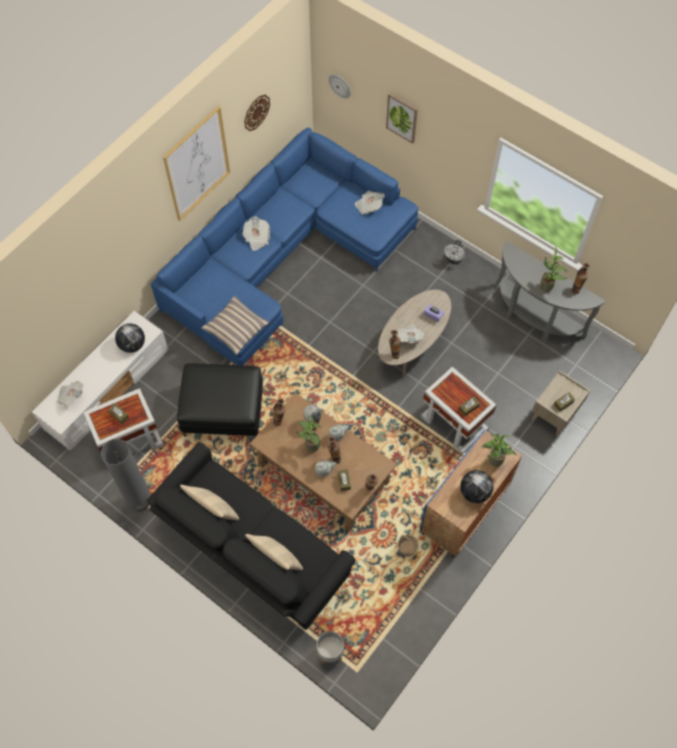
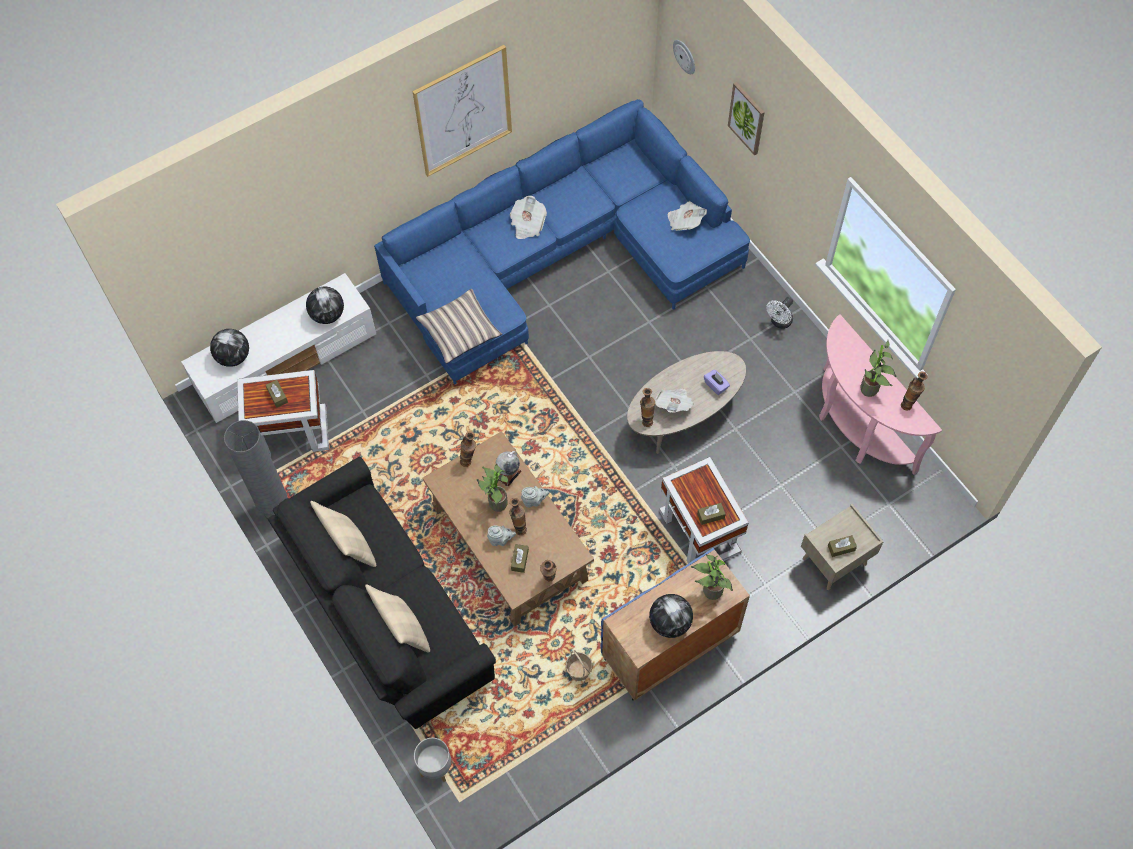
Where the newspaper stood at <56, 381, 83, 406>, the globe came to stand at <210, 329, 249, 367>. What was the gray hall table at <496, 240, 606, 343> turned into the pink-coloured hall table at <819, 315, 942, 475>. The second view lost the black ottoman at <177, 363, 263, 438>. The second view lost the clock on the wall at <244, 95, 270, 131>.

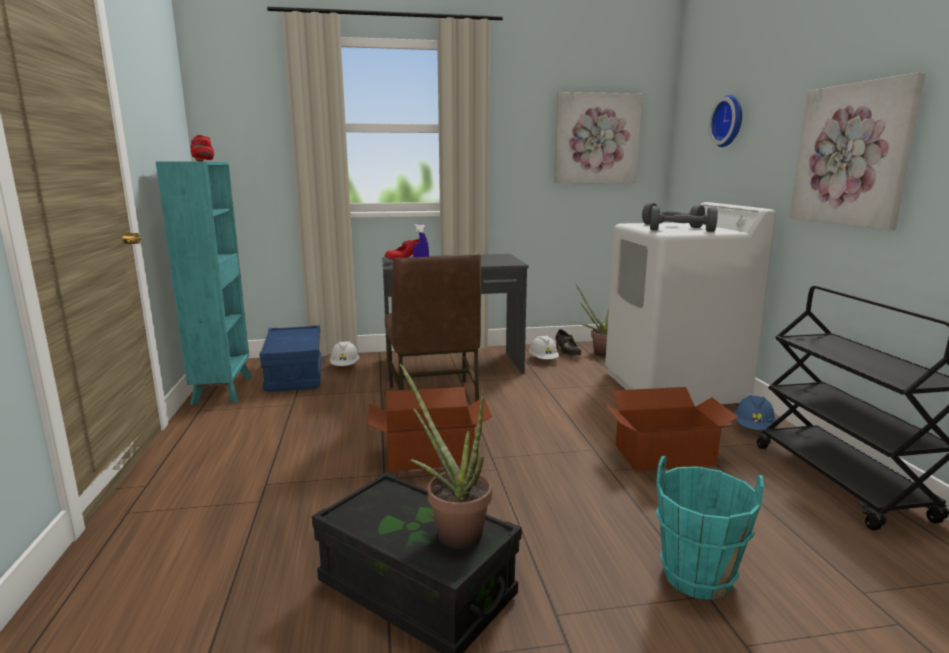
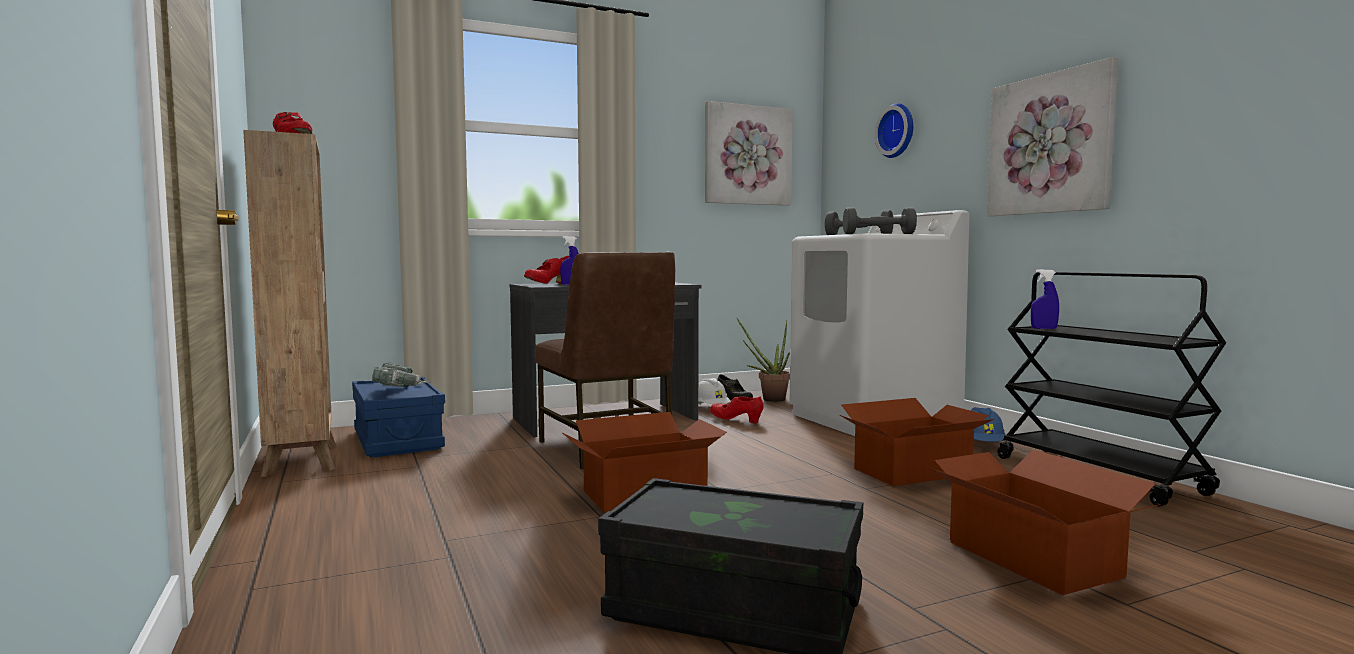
What was the blue-green bookshelf at <156, 162, 252, 405> turned into the brown bookshelf at <244, 130, 336, 477>. The second view gained the drill at <372, 362, 430, 387>. The second view gained the red-coloured low shoe at <710, 396, 763, 424>. Where the blue-green water bucket stood at <655, 455, 764, 600>, the cardboard box came to stand at <928, 450, 1161, 595>. The second view gained the bluish sprayer at <1031, 269, 1059, 329>. The second view lost the whitish safety helmet at <330, 341, 359, 366>. The second view lost the plant in a pot at <400, 364, 492, 549>.

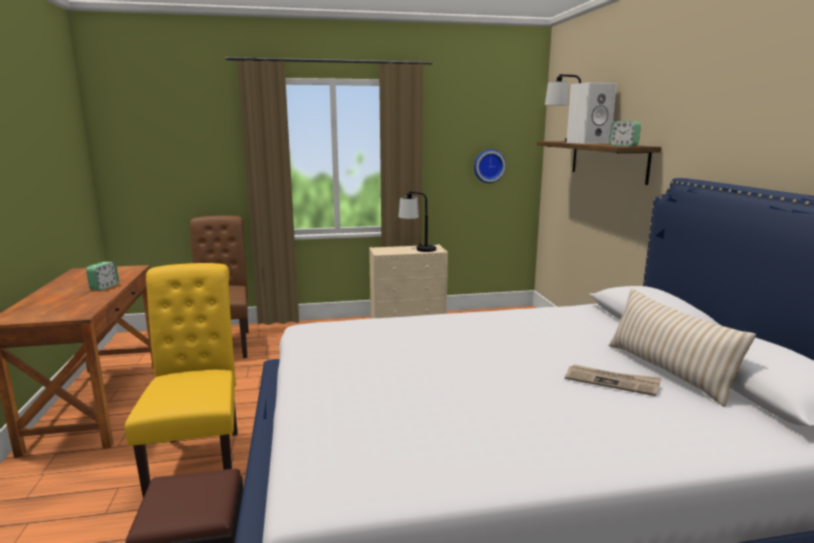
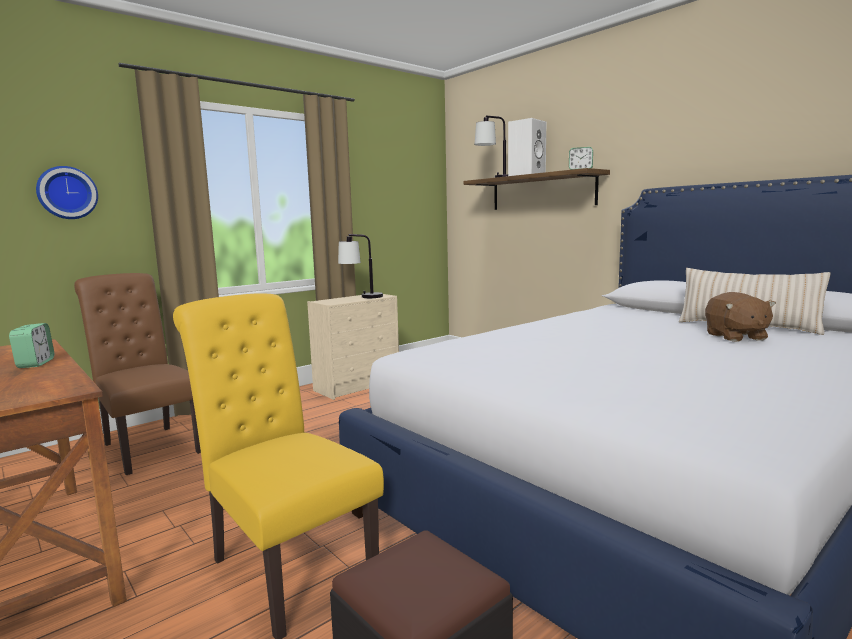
The clock on the wall ended up elsewhere, having gone from <474, 149, 506, 183> to <36, 166, 98, 219>. Where the newspaper stood at <565, 364, 661, 396>, the brown soft toy came to stand at <705, 292, 776, 342>.

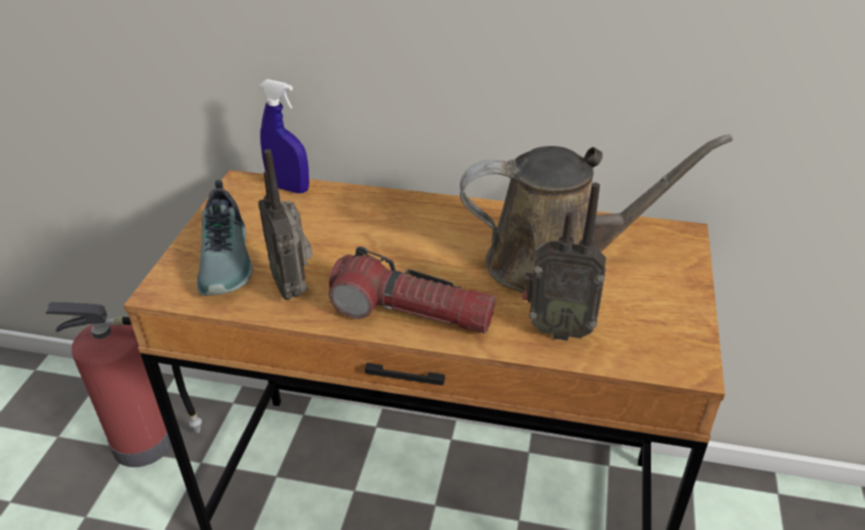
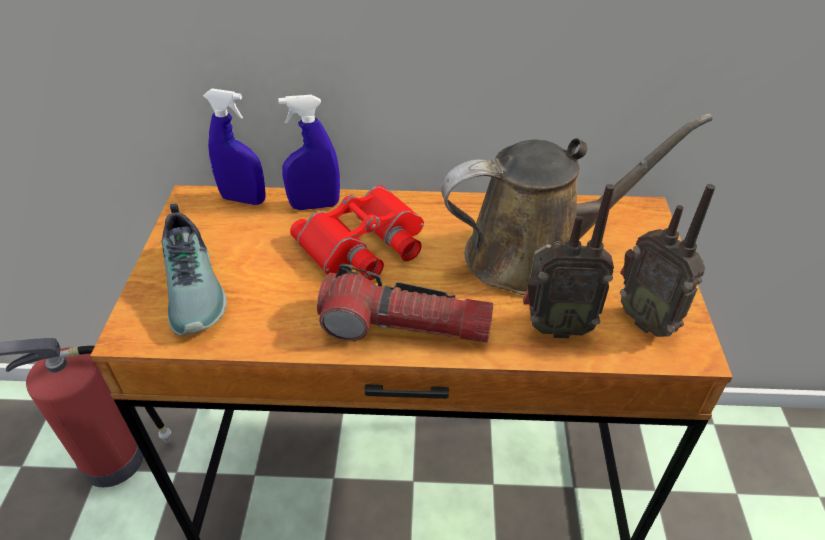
The second view gained the bluish sprayer at <278, 95, 340, 210>. The second view gained the red-coloured binoculars at <290, 185, 424, 280>. The radio set ended up elsewhere, having gone from <258, 149, 313, 300> to <620, 184, 715, 337>.

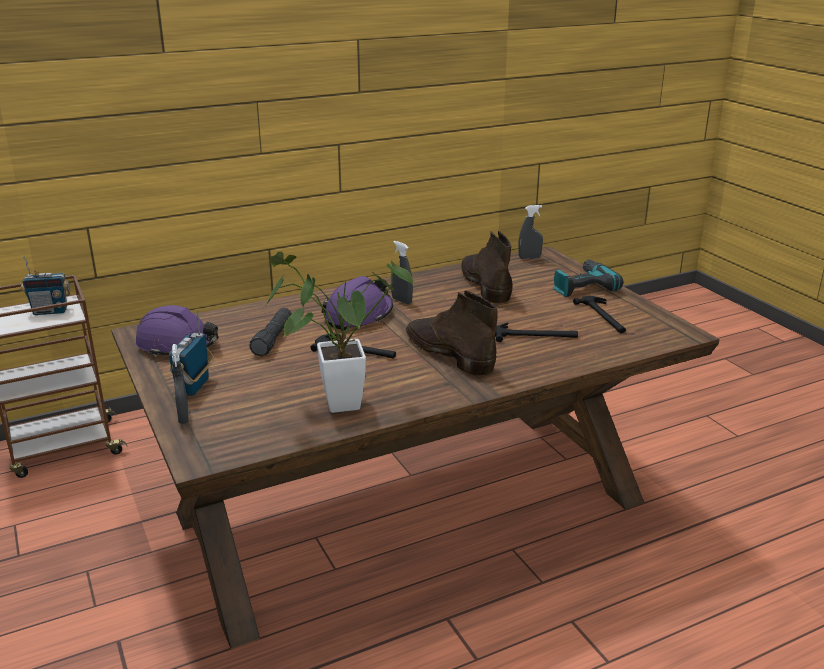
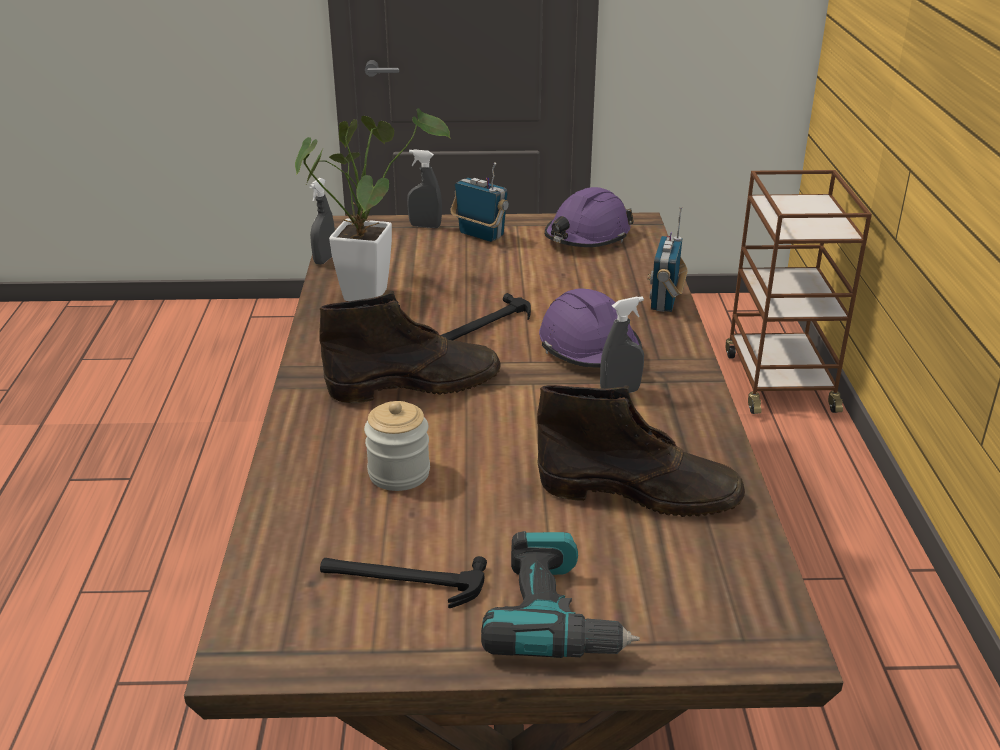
The gray sprayer ended up elsewhere, having gone from <518, 205, 543, 259> to <309, 178, 335, 264>. Where the hammer stood at <495, 323, 578, 342>, the storage jar came to stand at <364, 401, 430, 491>. The radio set ended up elsewhere, having gone from <21, 256, 70, 315> to <647, 207, 688, 312>. The second view lost the black flashlight at <249, 308, 292, 356>.

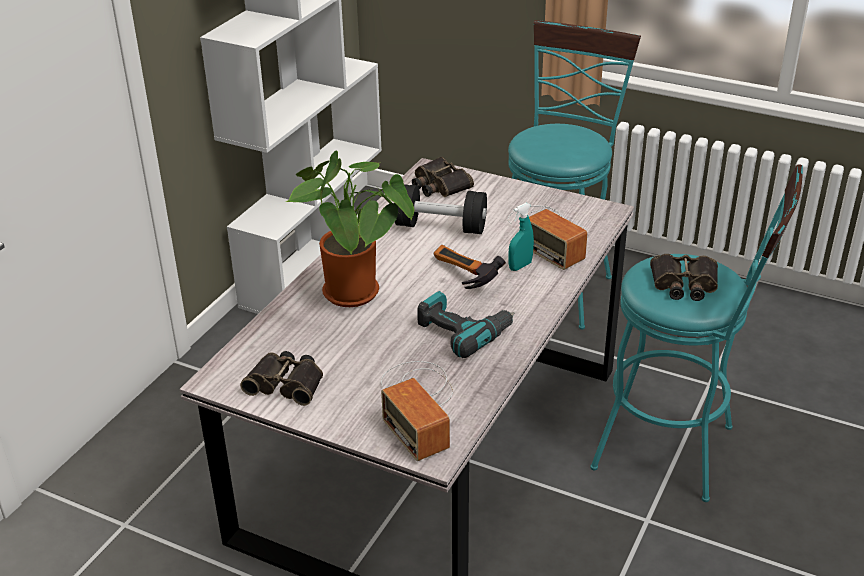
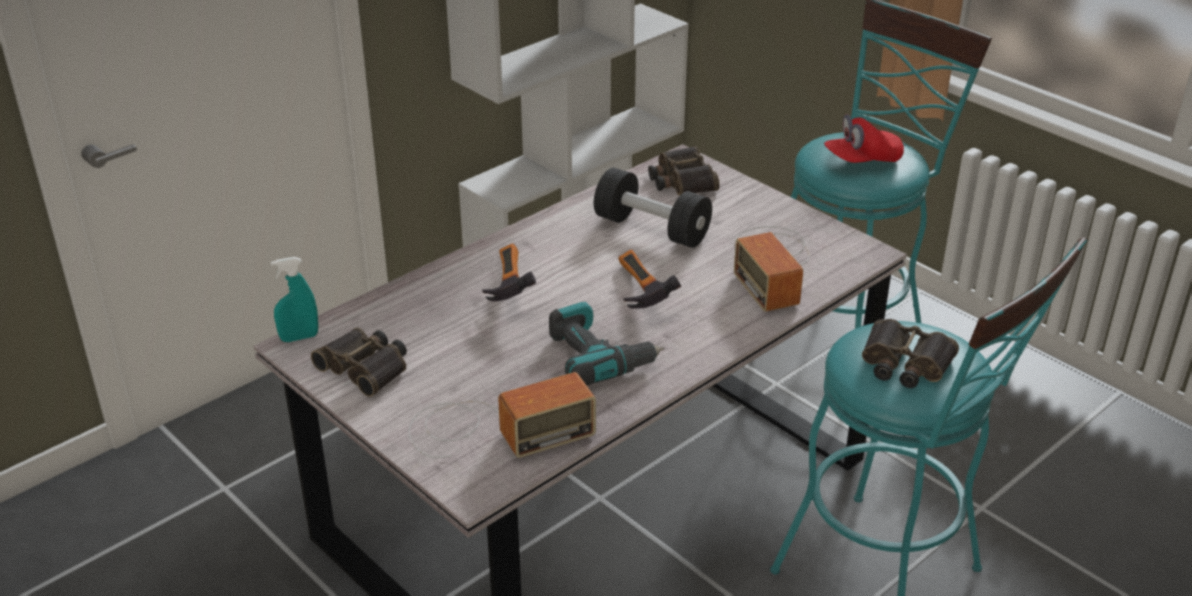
The blue-green sprayer ended up elsewhere, having gone from <508, 203, 534, 271> to <271, 257, 318, 342>. The radio set at <381, 361, 453, 461> ended up facing another way, 105 degrees counterclockwise from before. Where the plant in a pot stood at <286, 150, 414, 307>, the hammer came to stand at <482, 243, 536, 301>. The second view gained the red-coloured baseball cap at <824, 114, 904, 163>.

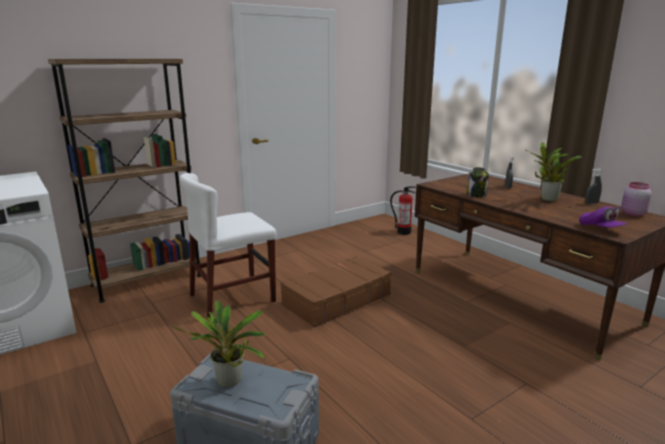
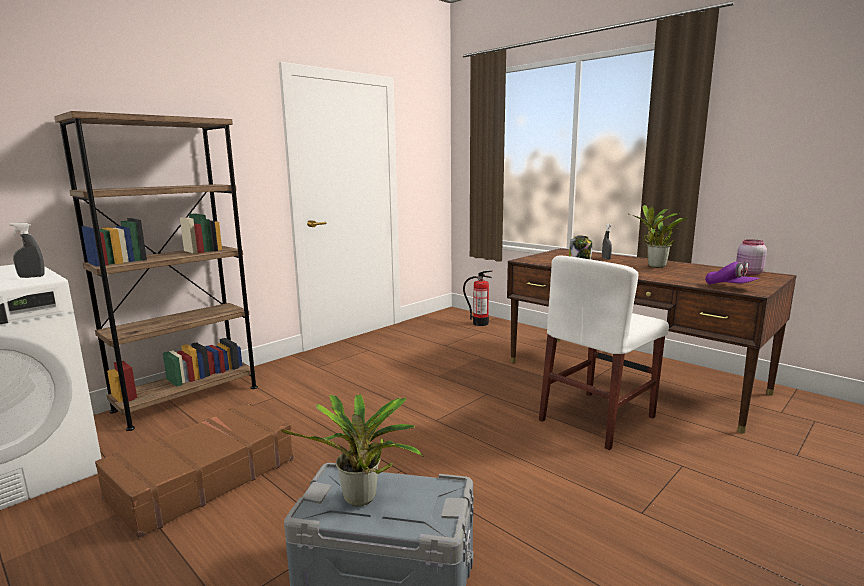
The gray sprayer ended up elsewhere, having gone from <585, 169, 603, 204> to <10, 223, 45, 278>. The brown piece of luggage ended up elsewhere, having gone from <281, 256, 392, 327> to <95, 402, 294, 538>. The whitish upright chair ended up elsewhere, having gone from <180, 173, 277, 318> to <539, 255, 669, 450>.

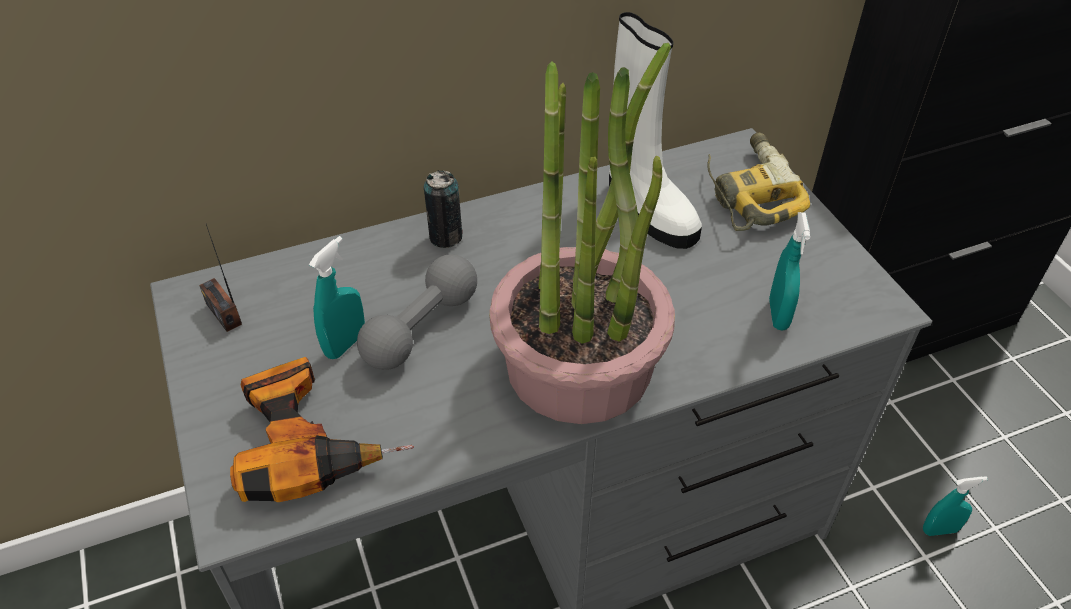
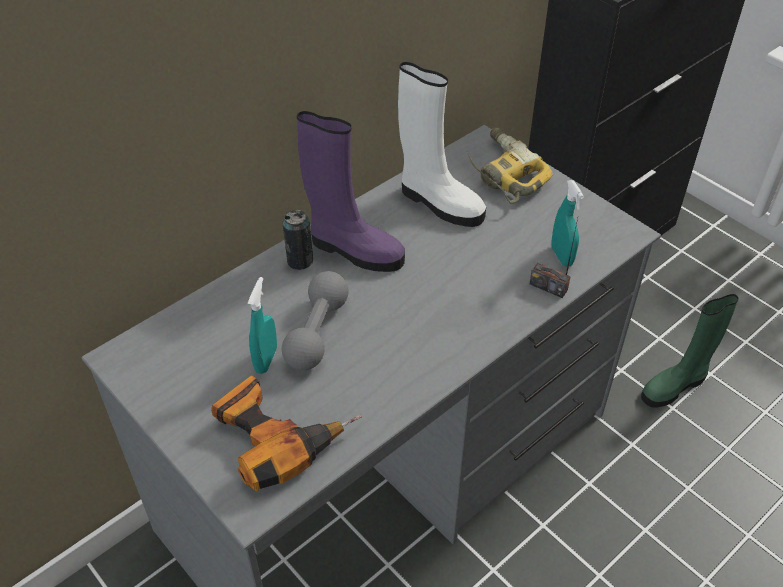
The second view gained the purple-coloured tall boot at <297, 111, 405, 272>. The radio set ended up elsewhere, having gone from <199, 224, 242, 332> to <530, 218, 578, 298>. Where the blue-green sprayer stood at <923, 476, 988, 536>, the green tall boot came to stand at <641, 294, 739, 408>. The second view lost the plant in a pot at <489, 43, 675, 424>.

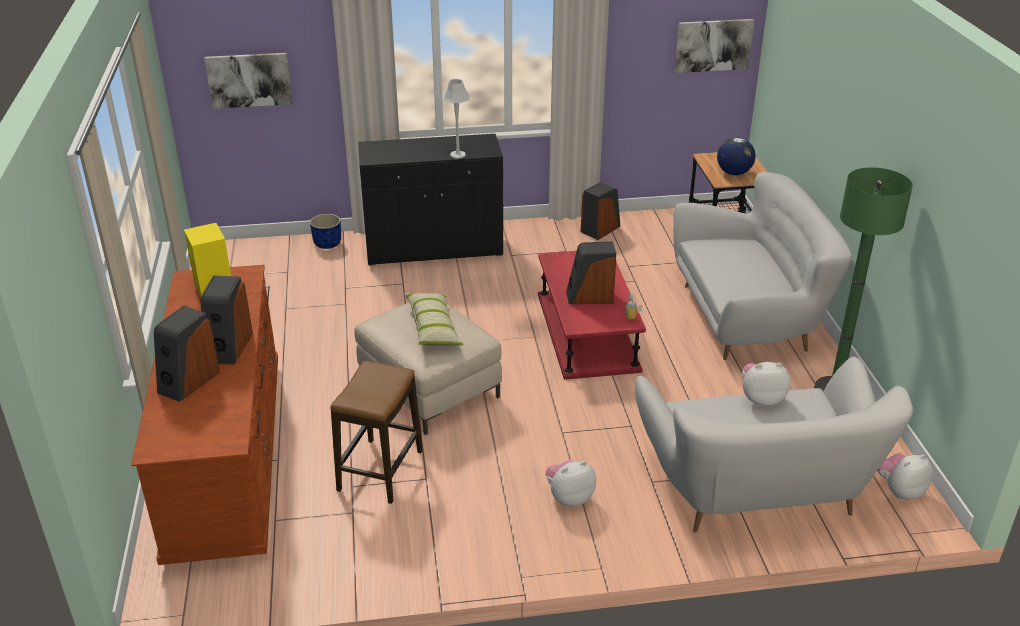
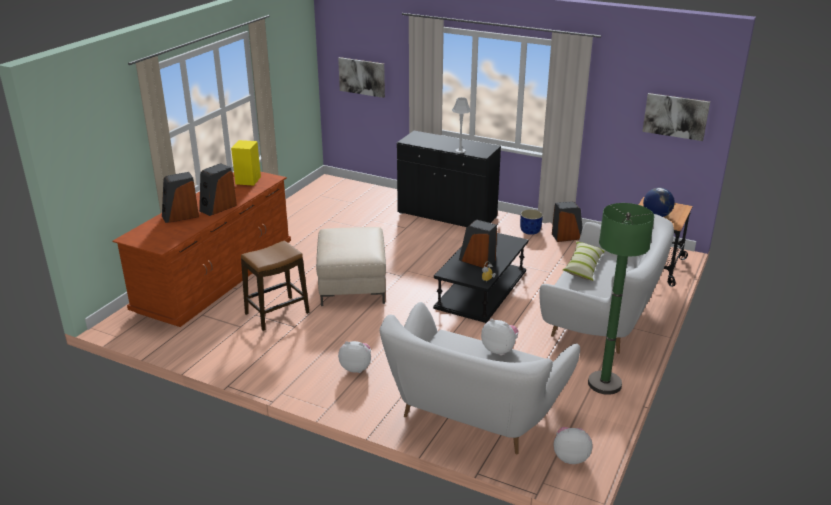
What was the red-coloured coffee table at <538, 251, 646, 380> turned into the black coffee table at <433, 233, 528, 323>. The bluish flower pot ended up elsewhere, having gone from <310, 214, 341, 249> to <520, 209, 543, 235>. The cushion ended up elsewhere, having gone from <404, 293, 463, 346> to <563, 241, 605, 281>.

